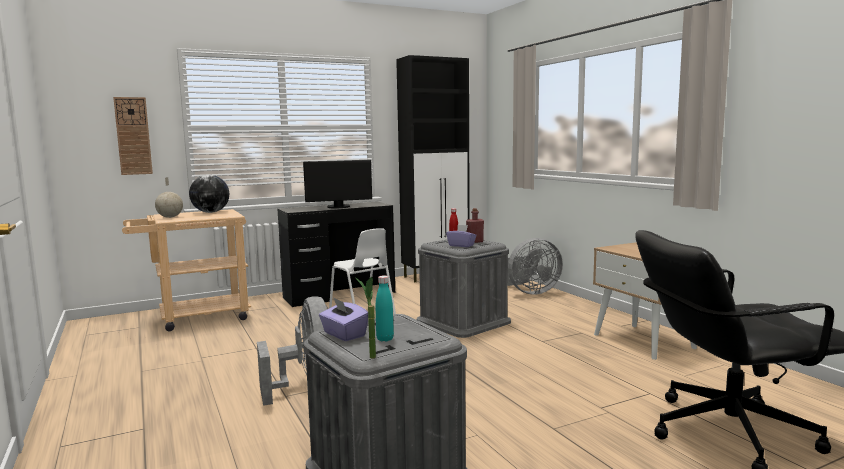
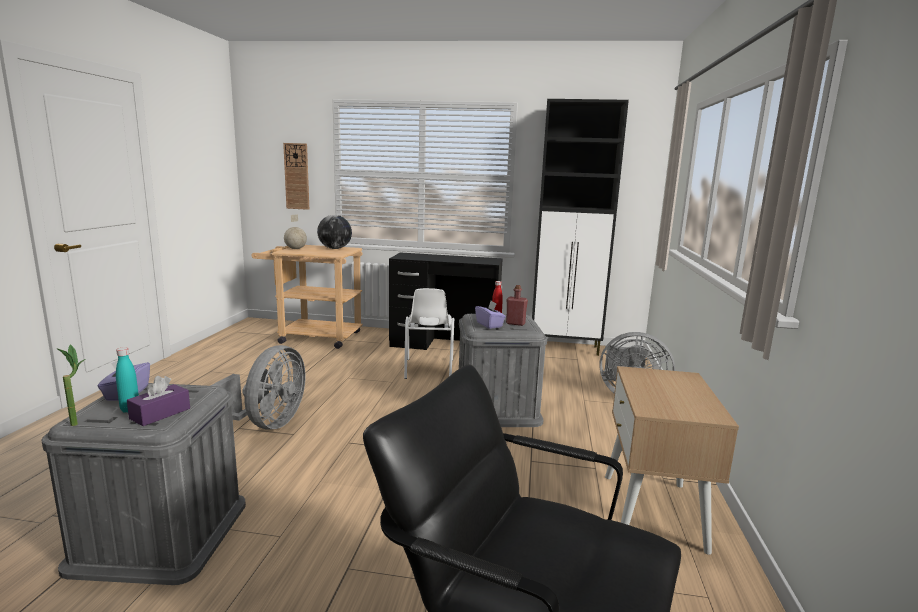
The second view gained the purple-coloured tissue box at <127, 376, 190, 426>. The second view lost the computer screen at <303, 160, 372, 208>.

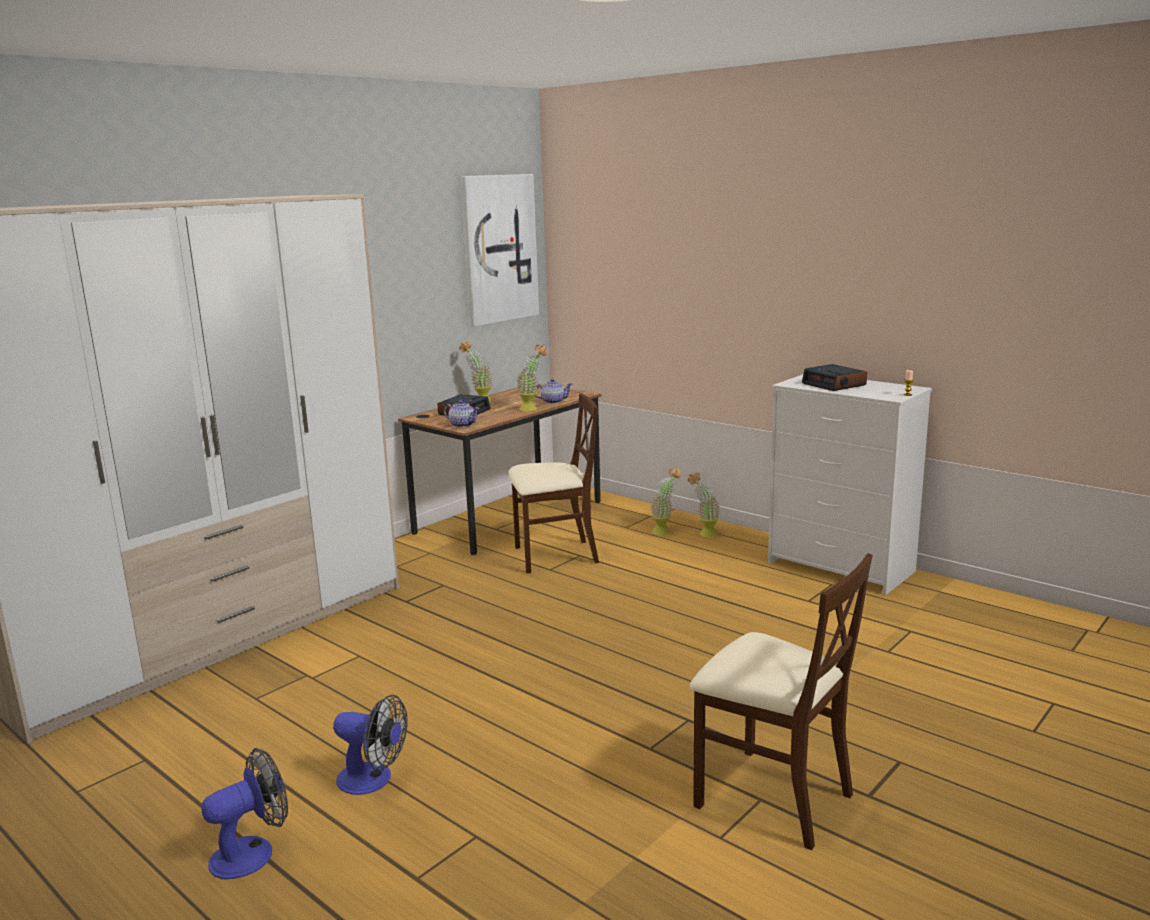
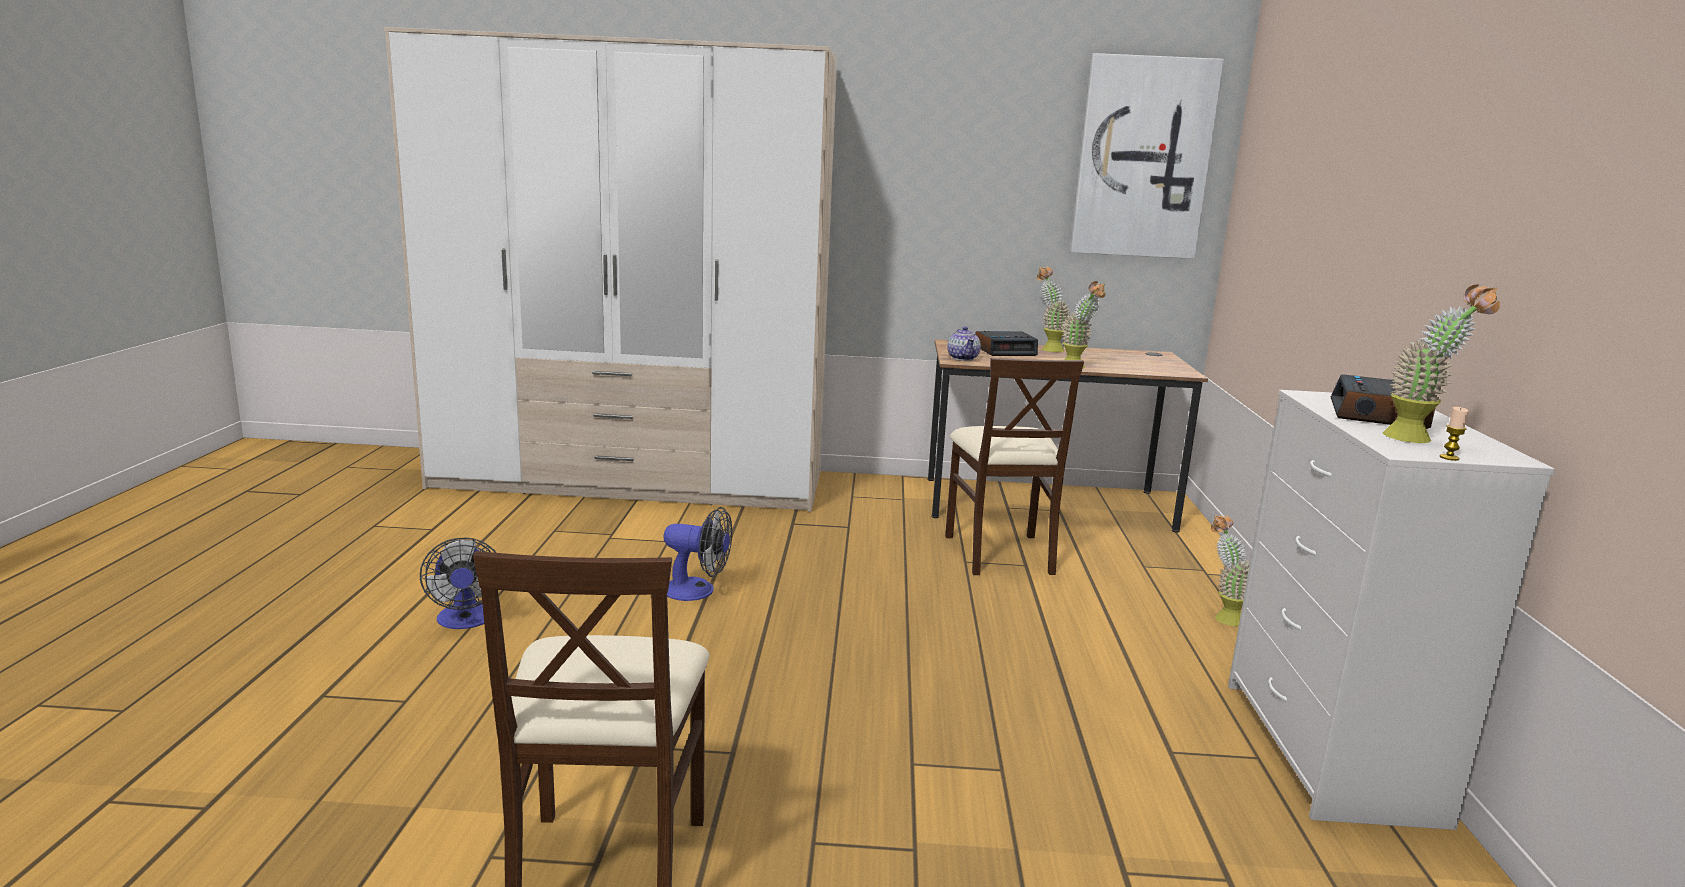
The fan ended up elsewhere, having gone from <201, 748, 288, 879> to <663, 507, 732, 601>. The sand-coloured upright chair at <508, 393, 599, 574> ended up facing another way, 45 degrees clockwise from before. The plant in a pot ended up elsewhere, having gone from <651, 468, 681, 535> to <1383, 284, 1500, 443>. The second view lost the teapot at <535, 379, 573, 404>.

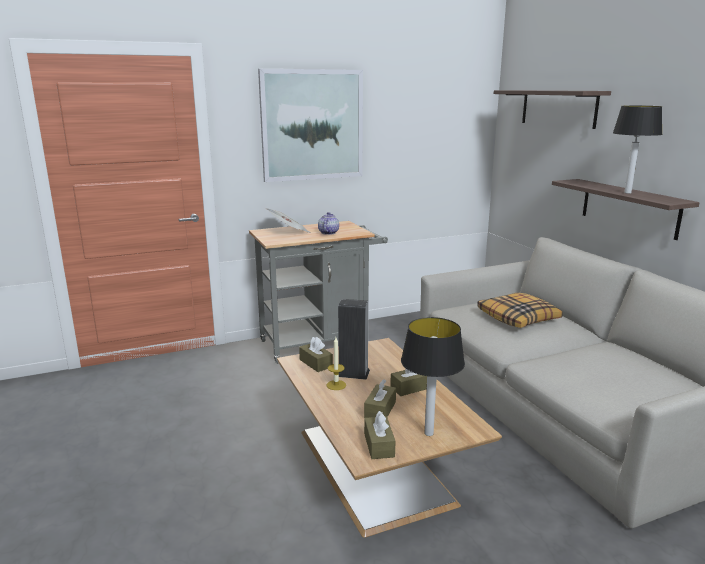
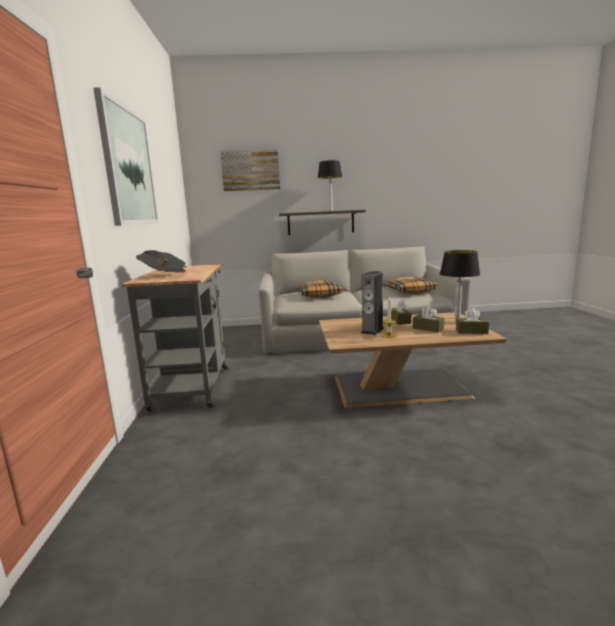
Where the wall shelf hung at <494, 90, 611, 129>, the picture came to hang at <220, 149, 280, 191>. The second view gained the cushion at <385, 277, 438, 294>. The second view lost the brown tissue box at <299, 337, 333, 372>. The second view lost the teapot at <318, 212, 339, 235>.

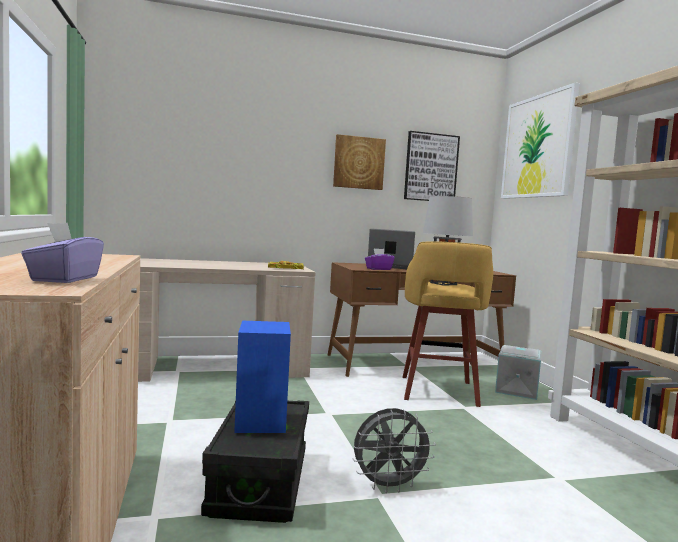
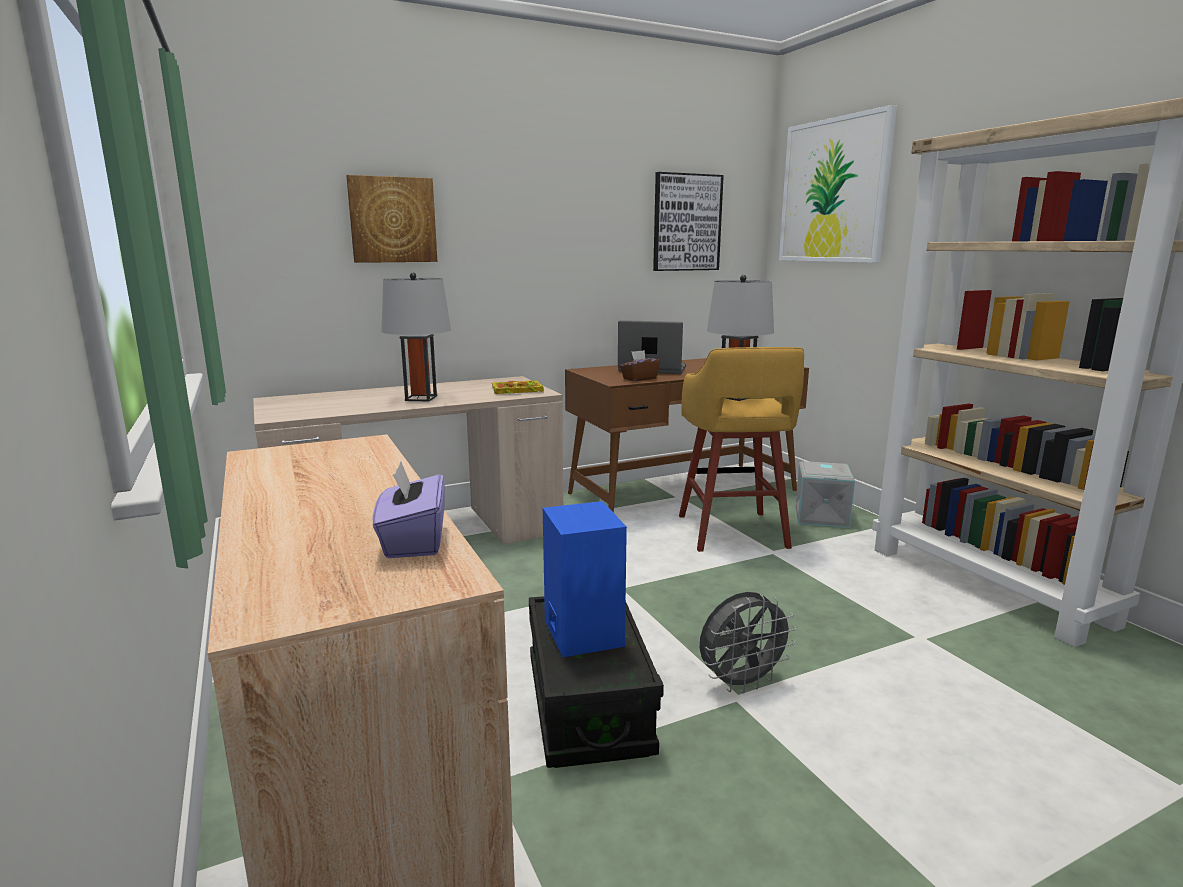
The picture ended up elsewhere, having gone from <333, 134, 386, 190> to <346, 175, 438, 263>. The second view gained the gray table lamp at <381, 272, 451, 401>. What was the purple-coloured tissue box at <365, 249, 395, 270> turned into the brown tissue box at <620, 350, 660, 381>.

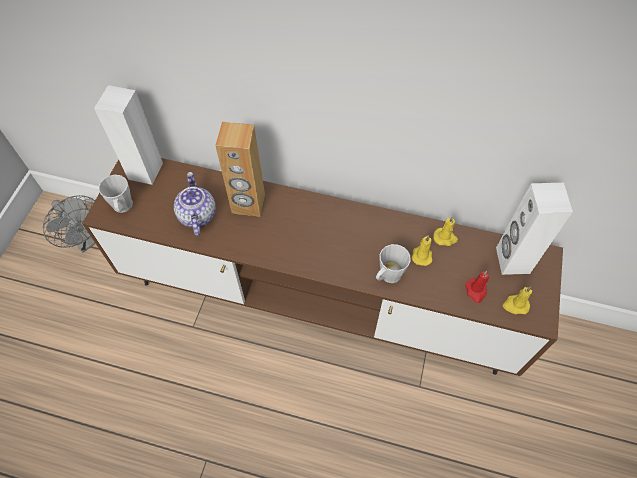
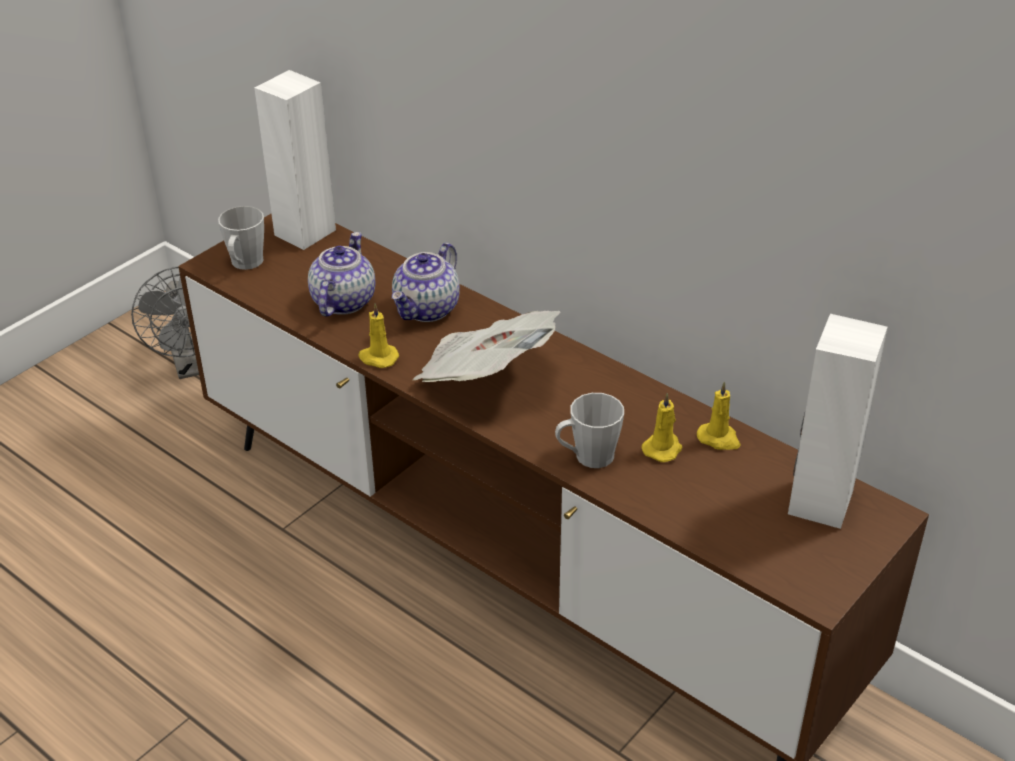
The yellowish wax light ended up elsewhere, having gone from <503, 287, 532, 314> to <358, 303, 399, 368>. Where the brown audio speaker stood at <215, 122, 265, 217>, the teapot came to stand at <392, 243, 460, 322>. The second view gained the newspaper at <413, 311, 561, 382>. The second view lost the red-coloured wax light at <465, 271, 489, 303>.

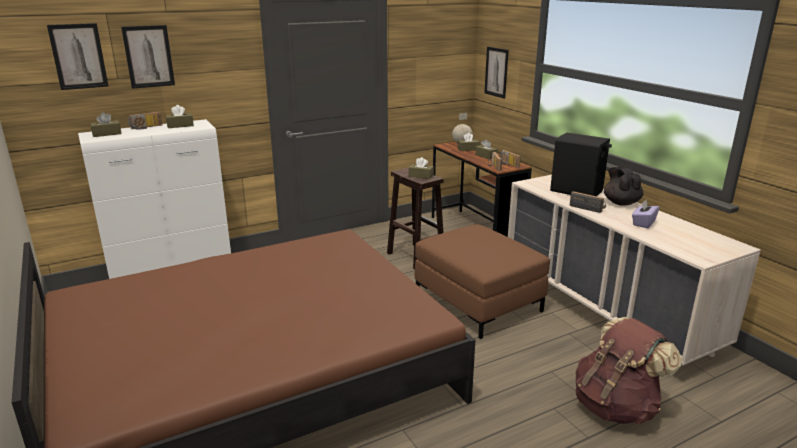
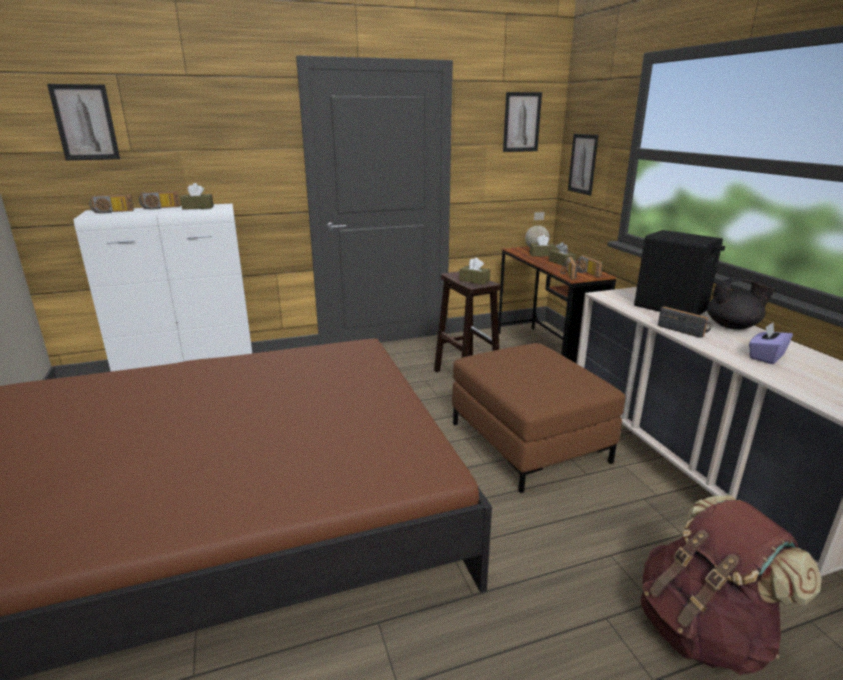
Where the brown tissue box stood at <90, 112, 122, 137>, the radio set came to stand at <89, 195, 134, 213>. The picture ended up elsewhere, having gone from <121, 25, 175, 89> to <503, 92, 542, 152>. The black teapot at <604, 167, 643, 206> ended up facing another way, 105 degrees clockwise from before.

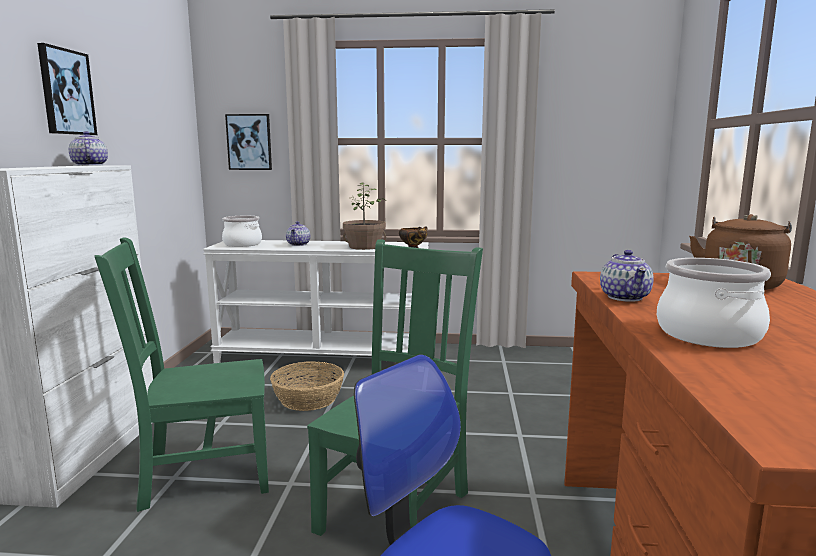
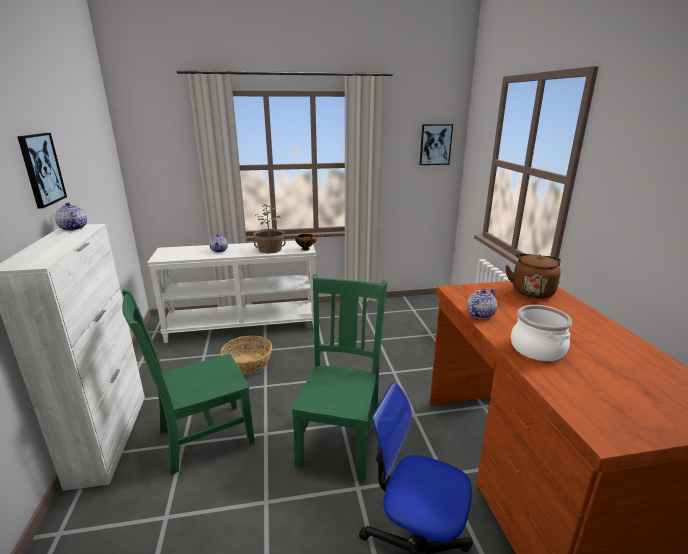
The picture ended up elsewhere, having gone from <225, 114, 272, 170> to <420, 124, 453, 165>. The teapot at <600, 250, 654, 302> ended up facing another way, 120 degrees counterclockwise from before. The second view lost the saucepot at <222, 216, 262, 247>.

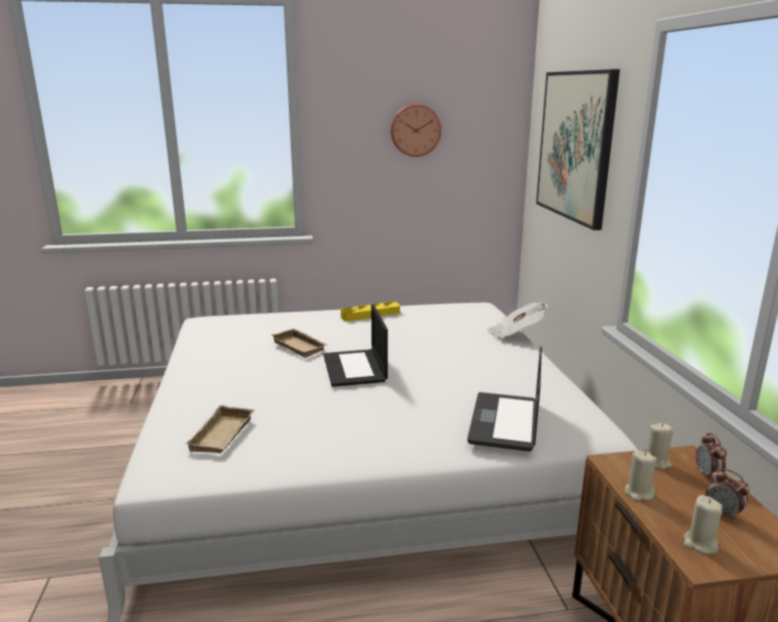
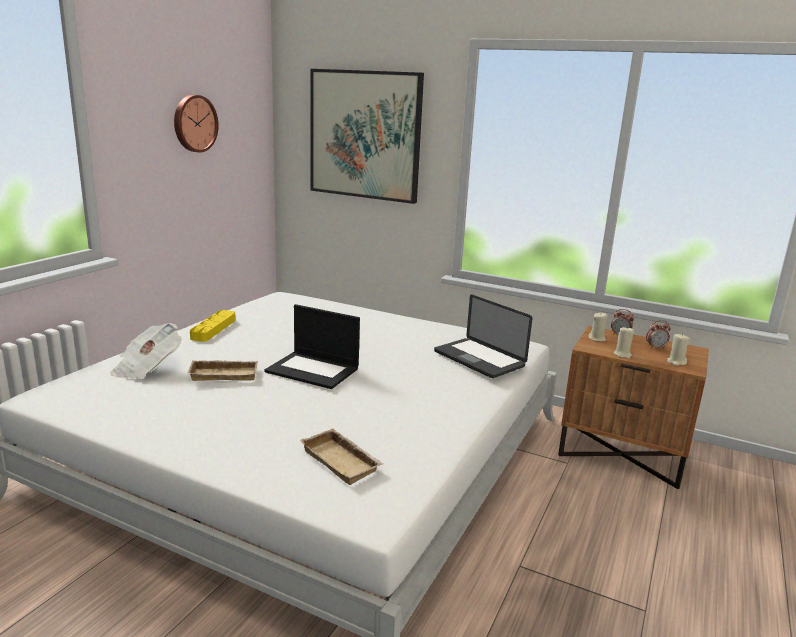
The newspaper ended up elsewhere, having gone from <487, 302, 549, 339> to <110, 323, 182, 379>.

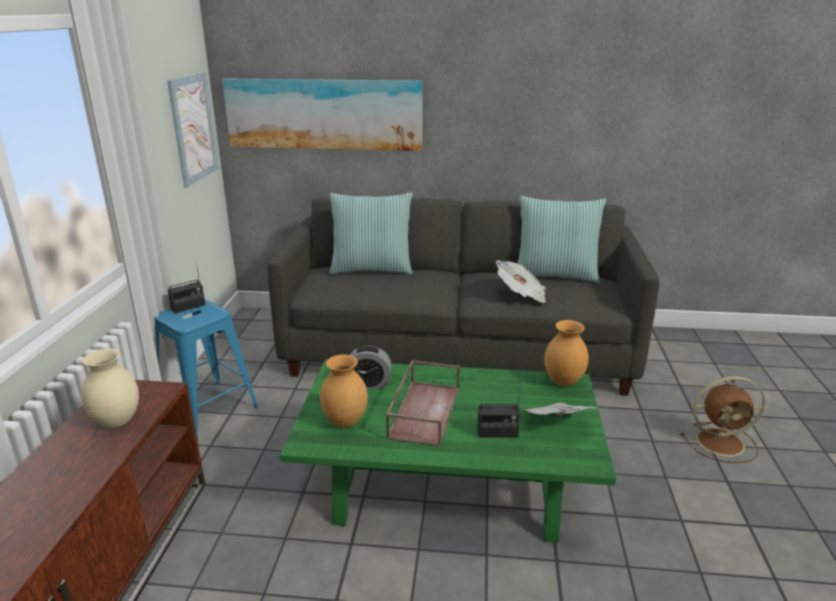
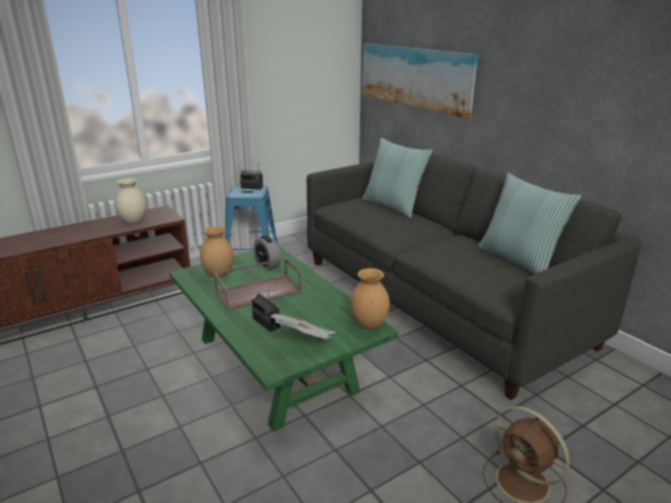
The second view lost the picture at <167, 72, 218, 188>. The second view lost the newspaper at <496, 260, 546, 303>.

